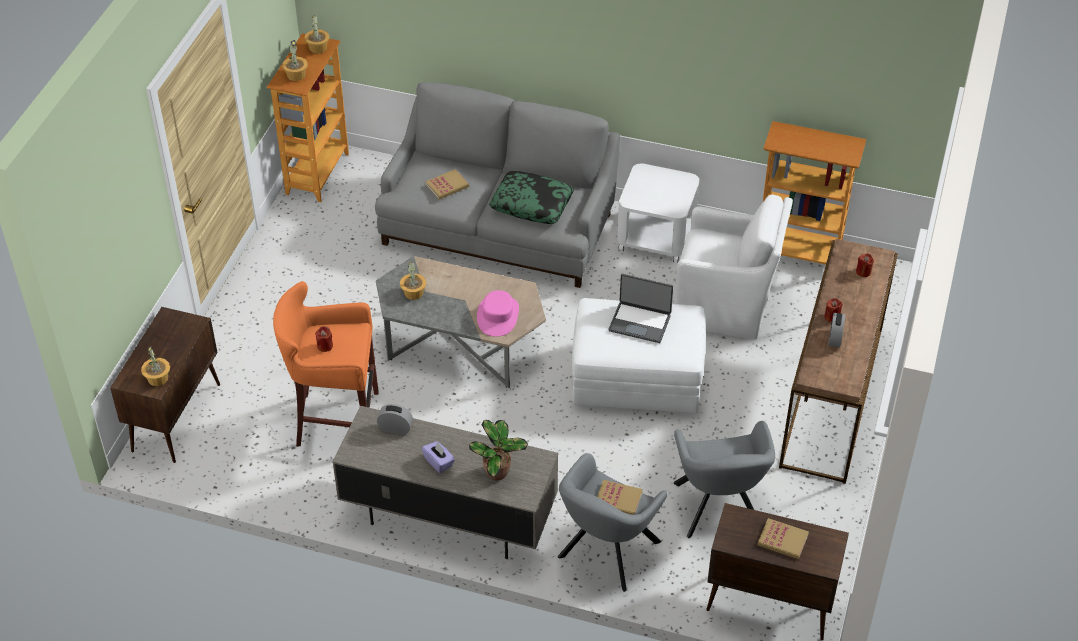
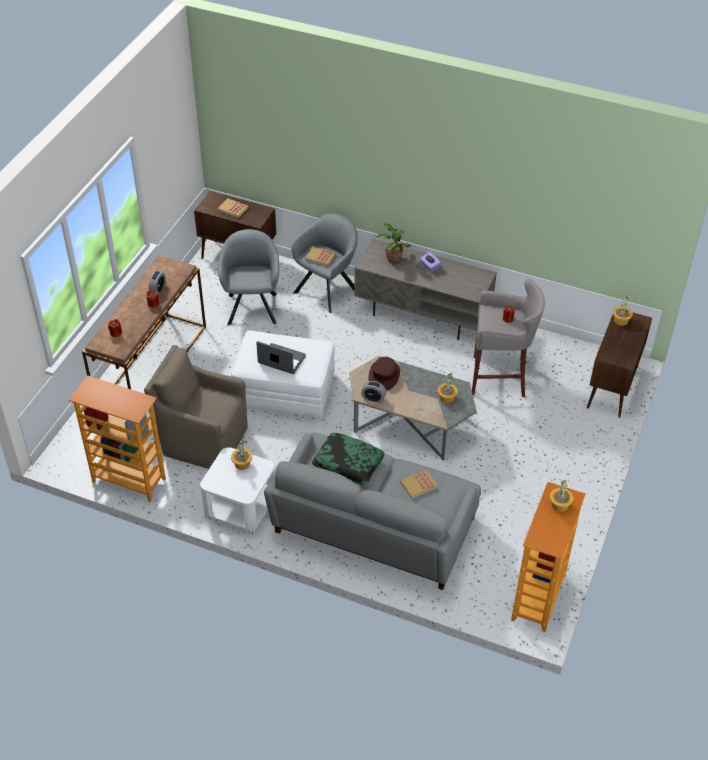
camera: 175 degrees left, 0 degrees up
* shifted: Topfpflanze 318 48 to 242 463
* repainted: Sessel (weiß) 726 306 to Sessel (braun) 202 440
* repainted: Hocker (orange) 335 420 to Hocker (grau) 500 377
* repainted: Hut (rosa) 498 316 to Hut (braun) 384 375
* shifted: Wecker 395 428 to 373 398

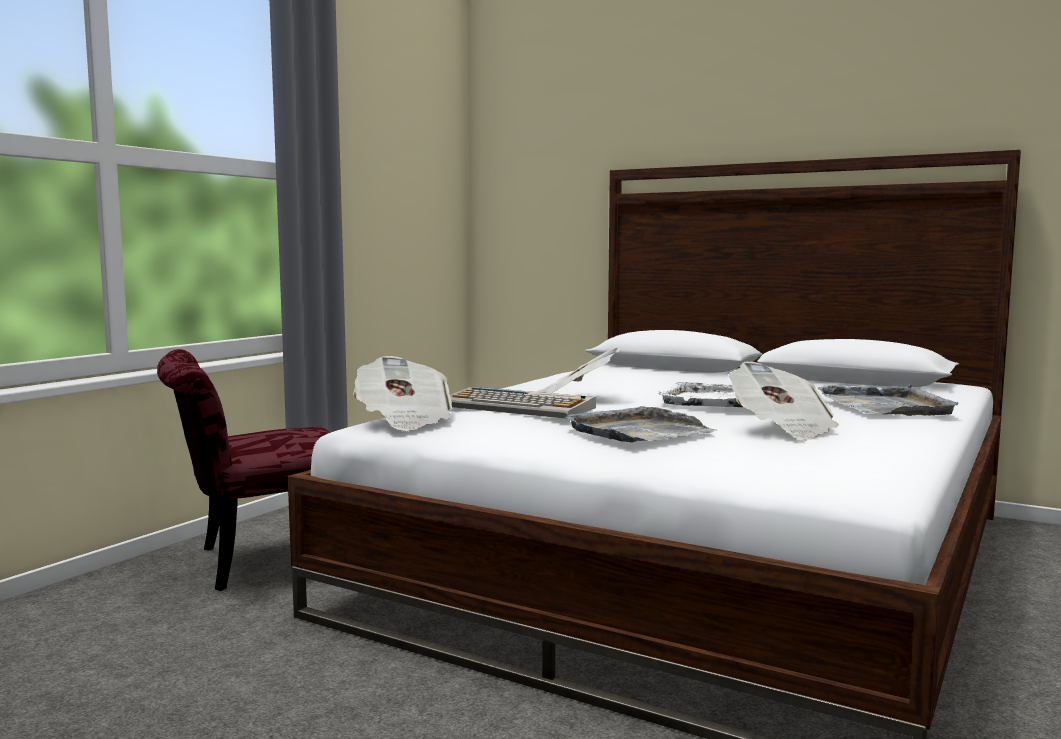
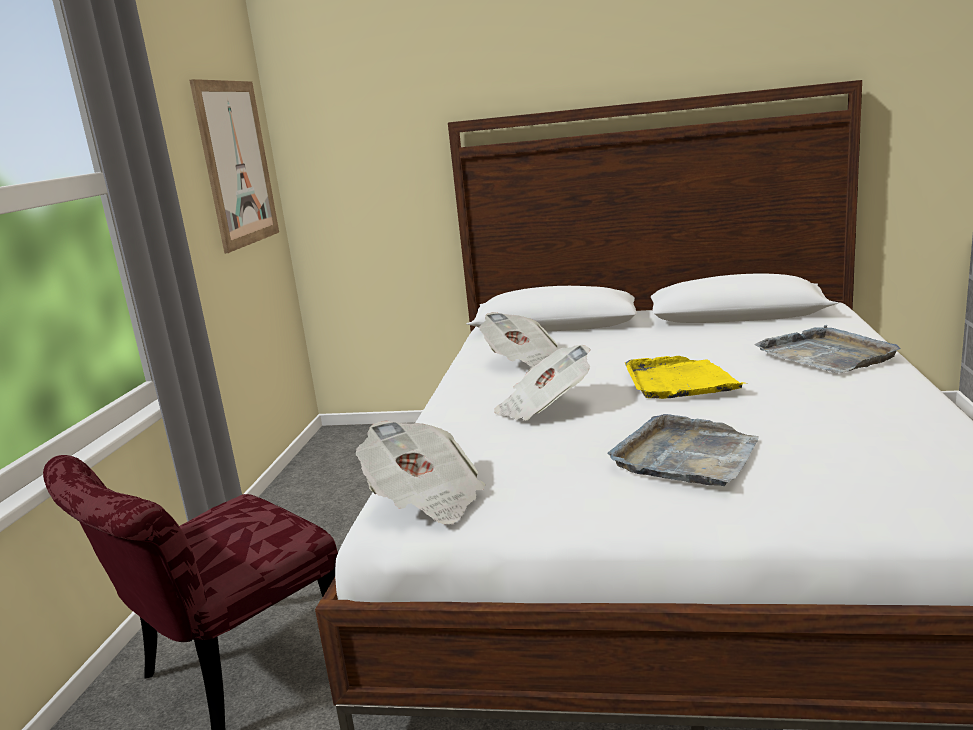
camera: 20 degrees left, 10 degrees up
* shifted: Zeitung 781 429 to 523 361
* repainted: Tablett (weiß) 713 401 to Tablett (gelb) 679 382
* gone: Tastatur 518 406
* new: Bild 237 164

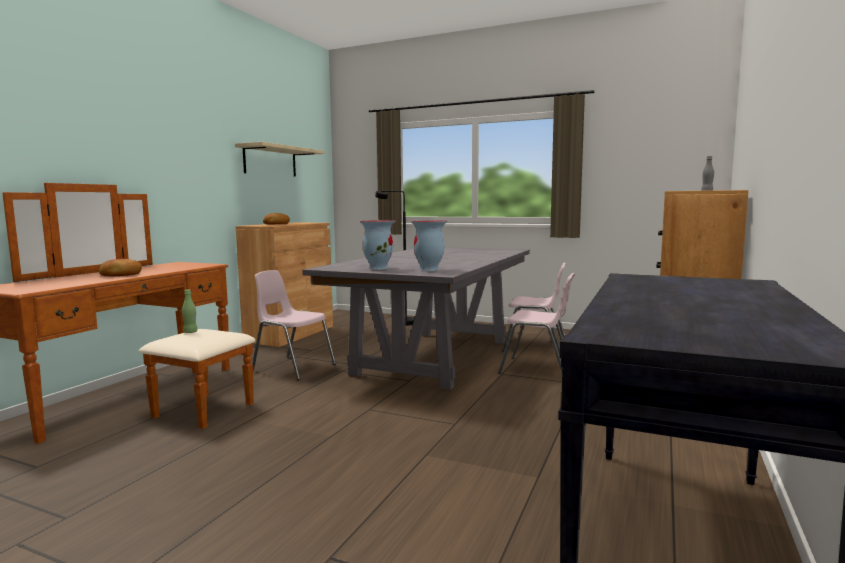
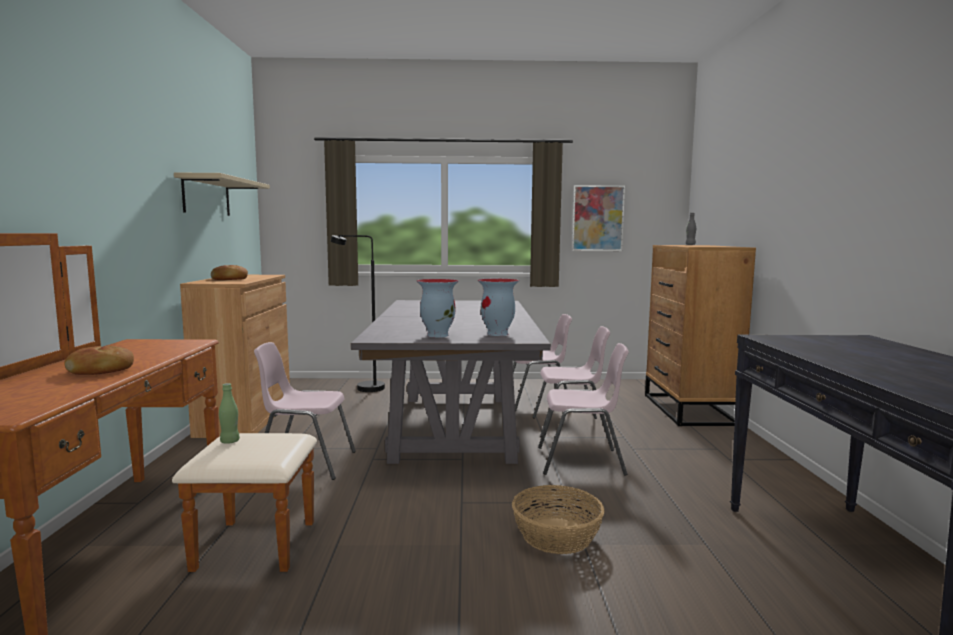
camera: 25 degrees left, 0 degrees up
* new: Bild 597 218
* new: Stuhl (rosa) 582 461
* new: Korb 557 536

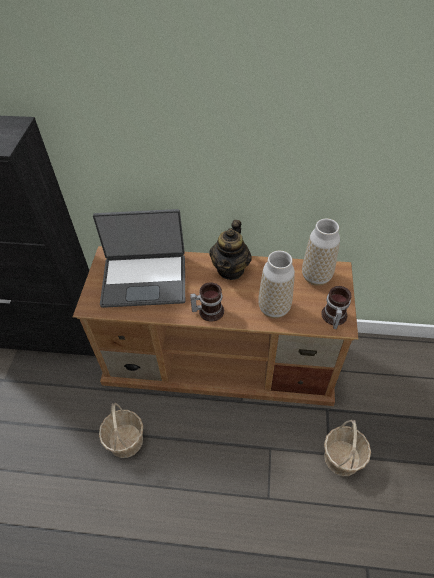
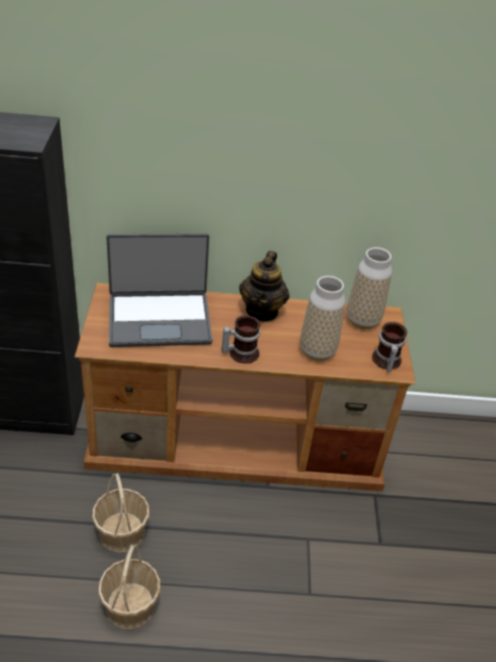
camera: 10 degrees left, 10 degrees down
* shifted: Korb 342 457 to 130 605

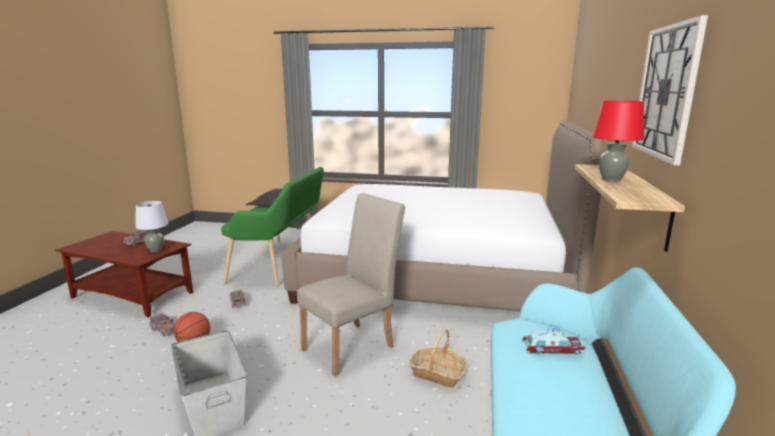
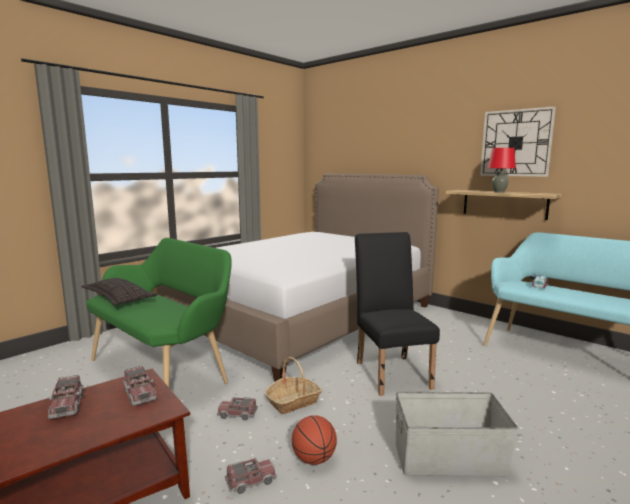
camera: 60 degrees left, 5 degrees down
* repainted: Stuhl (beige) 353 345 to Stuhl (schwarz) 391 371
* swapped: Tischlampe (grau) 156 250 to Spielzeuglaster 139 394
* shifted: Korb 437 374 to 293 401

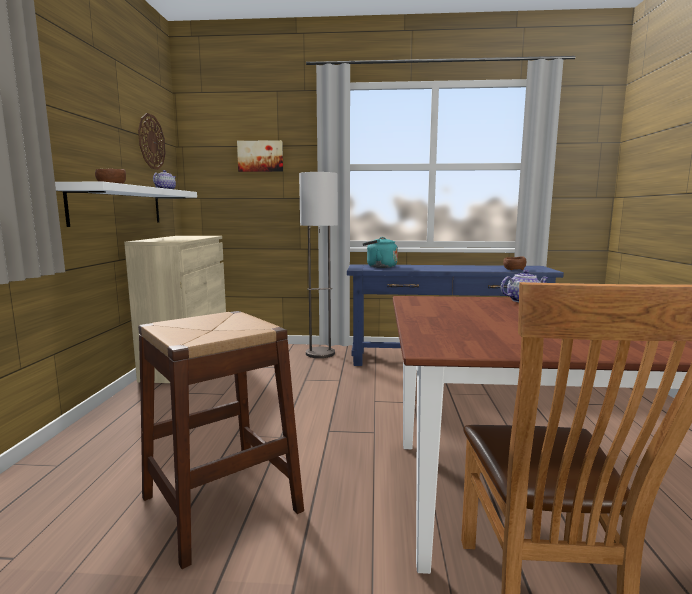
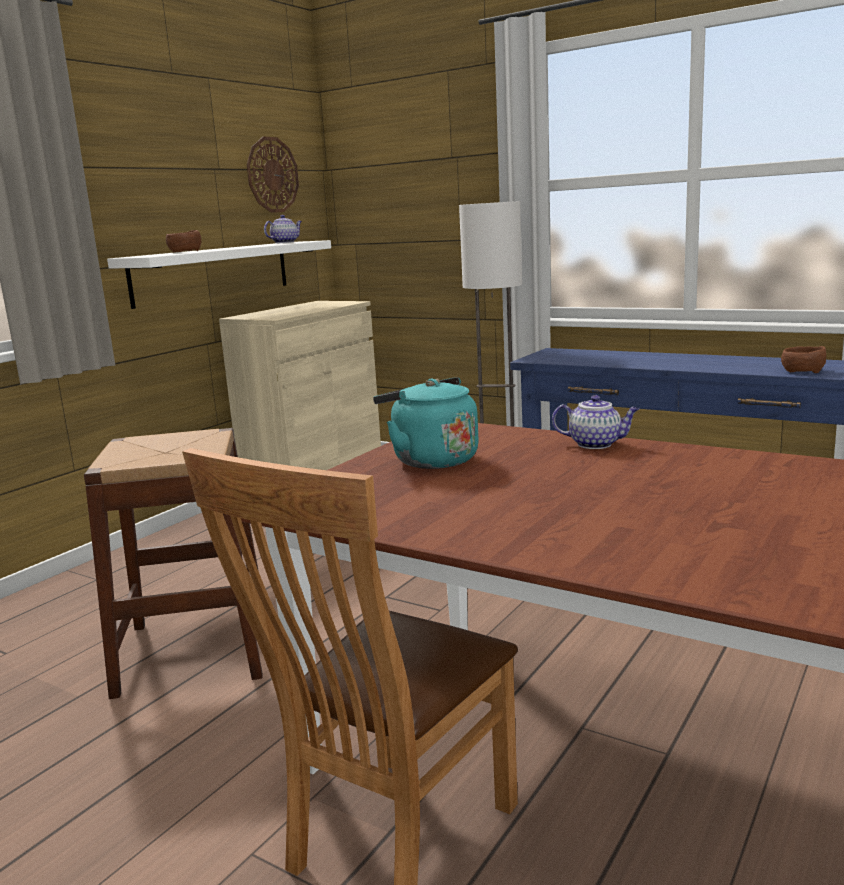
camera: 30 degrees right, 5 degrees up
* gone: Bild 260 156
* shifted: Wasserkessel (türkis) 379 267 to 430 460

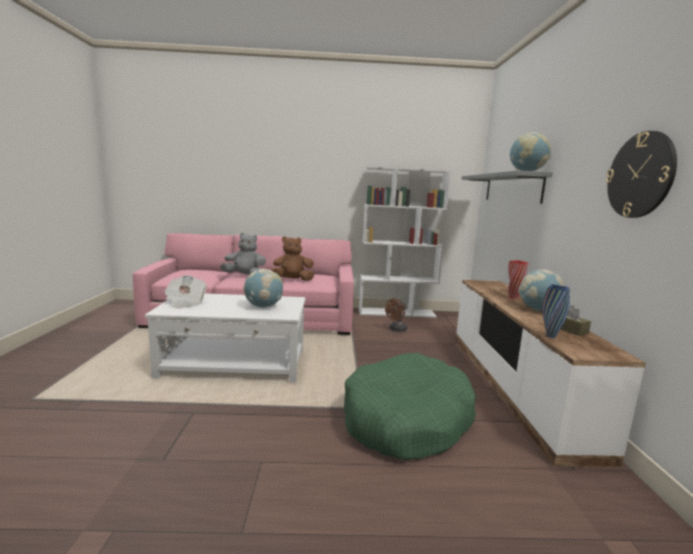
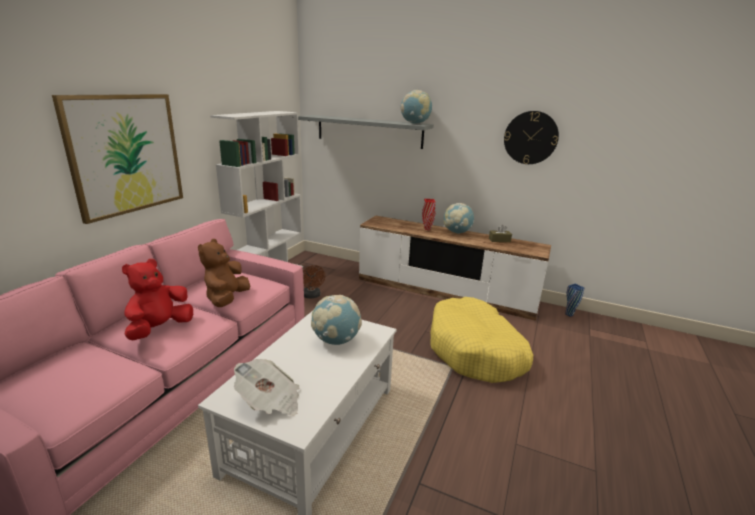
camera: 65 degrees left, 10 degrees up
* repainted: Plüschtier (grau) 245 276 to Plüschtier (rot) 160 329
* shifted: Vase (blau) 550 336 to 569 314
* repainted: Hundebett (grün) 406 420 to Hundebett (gelb) 475 351
* new: Bild 126 154

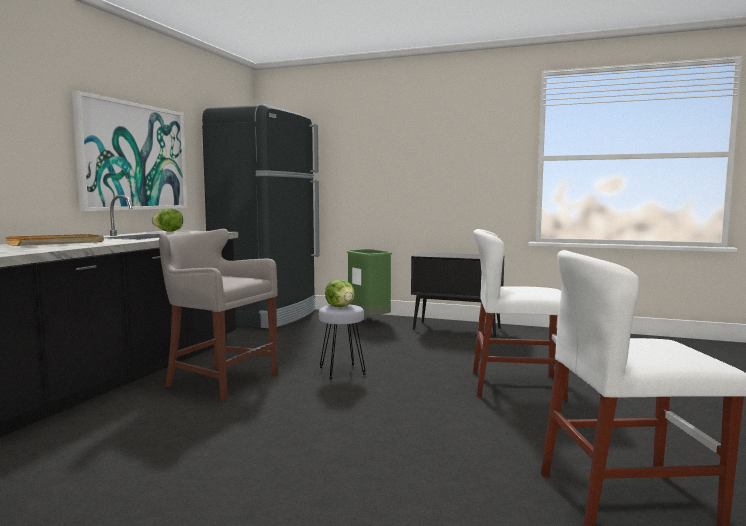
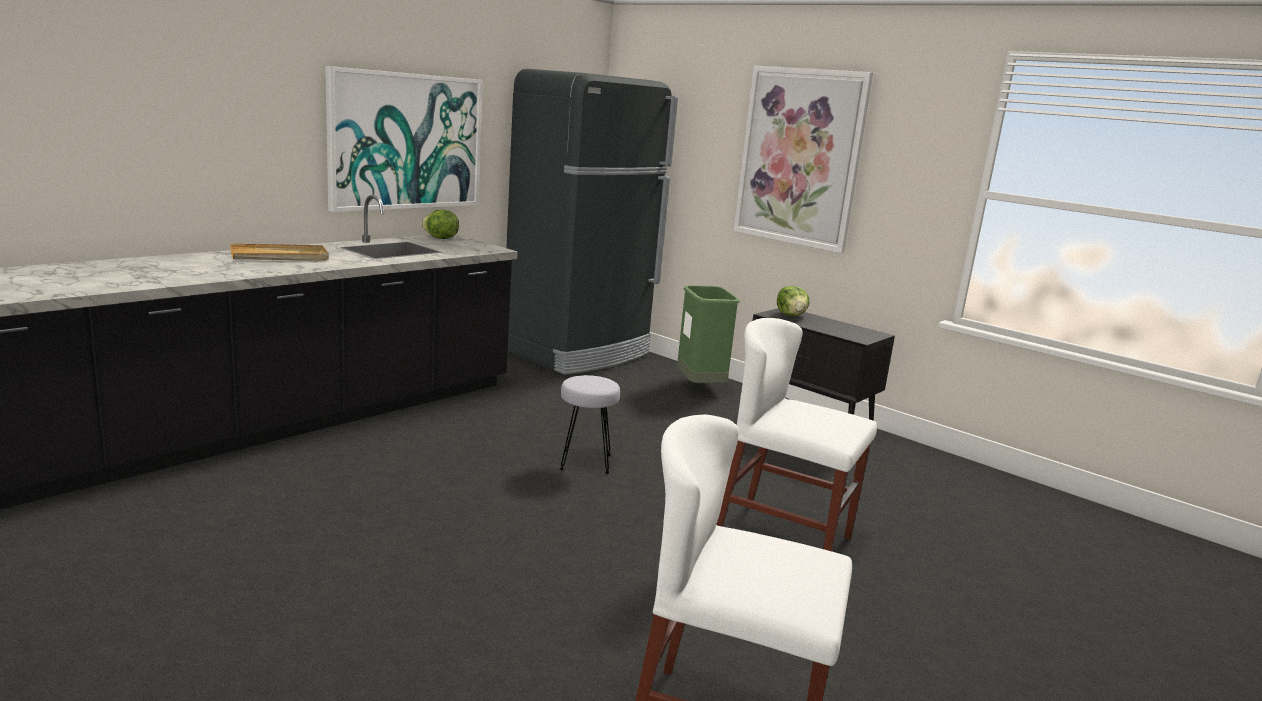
camera: 20 degrees right, 10 degrees up
* gone: Hocker (grau) 219 380
* shifted: Salatkopf 340 306 to 791 315
* new: Bild 800 157

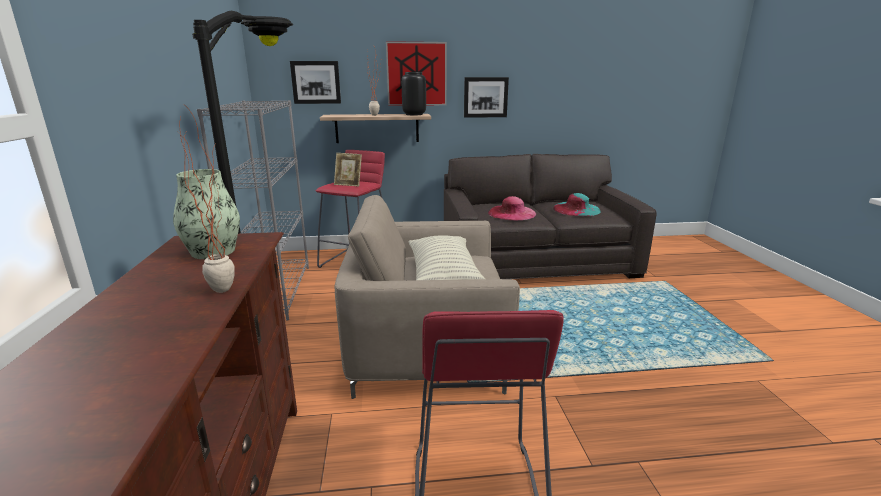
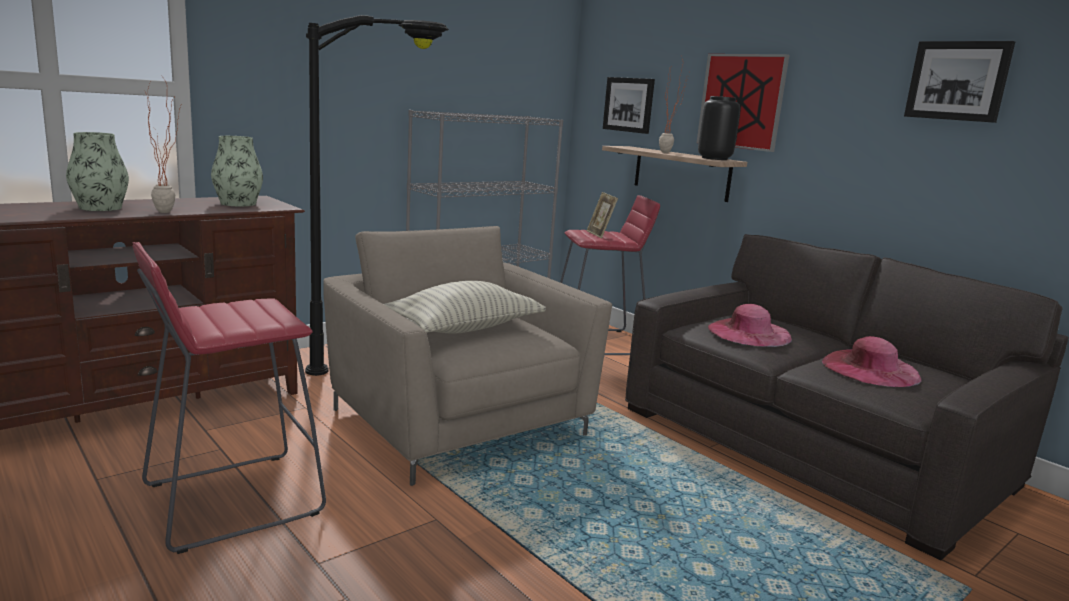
camera: 55 degrees right, 5 degrees down
* shifted: Bild 485 97 to 957 81
* repainted: Hut (türkis) 576 209 to Hut (rosa) 870 369
* new: Vase 100 208

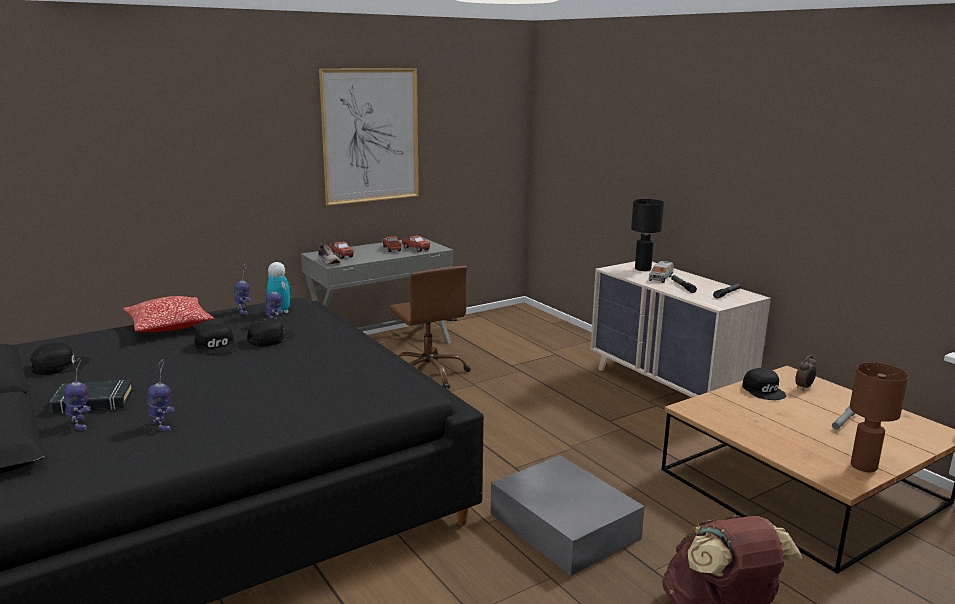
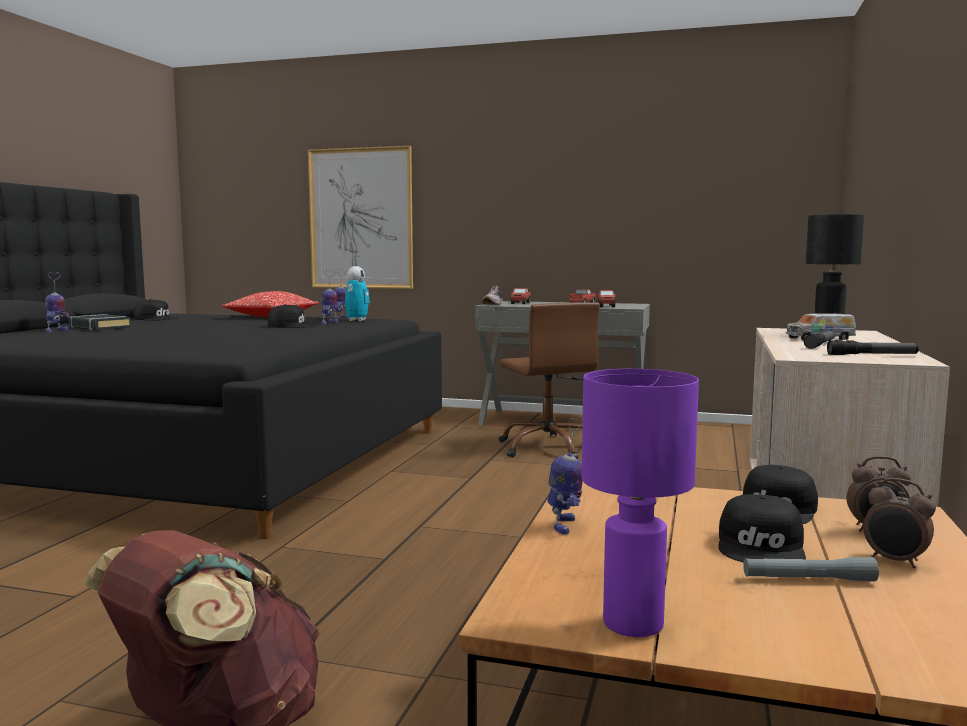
camera: 50 degrees right, 10 degrees down
* shifted: Bild 370 136 to 361 218
* rotated: Bürostuhl (braun) 429 373 = 548 447 45 degrees counterclockwise
* shifted: Kappe (schwarz) 217 346 to 762 546
* shifted: Spielzeugroboter 162 425 to 564 526
* repainted: Tischlampe (braun) 863 466 to Tischlampe (lila) 634 624
* gone: Aufbewahrungsbox (grau) 563 525
* new: Wecker 895 561

